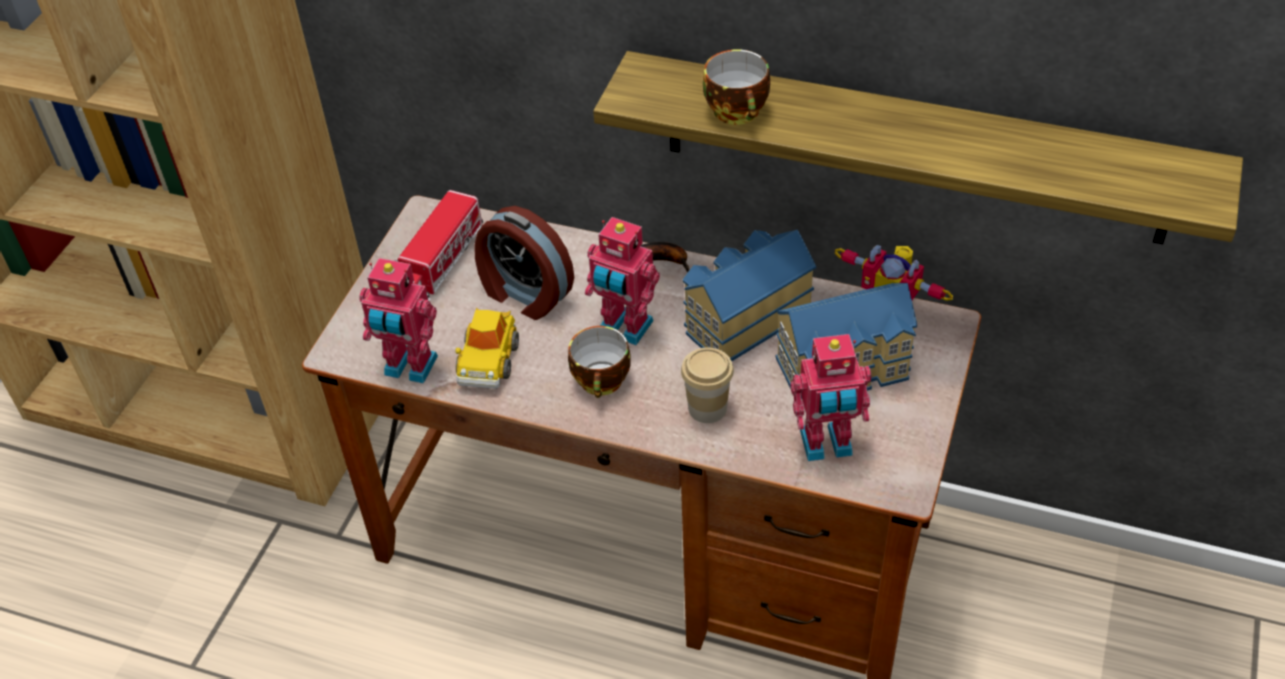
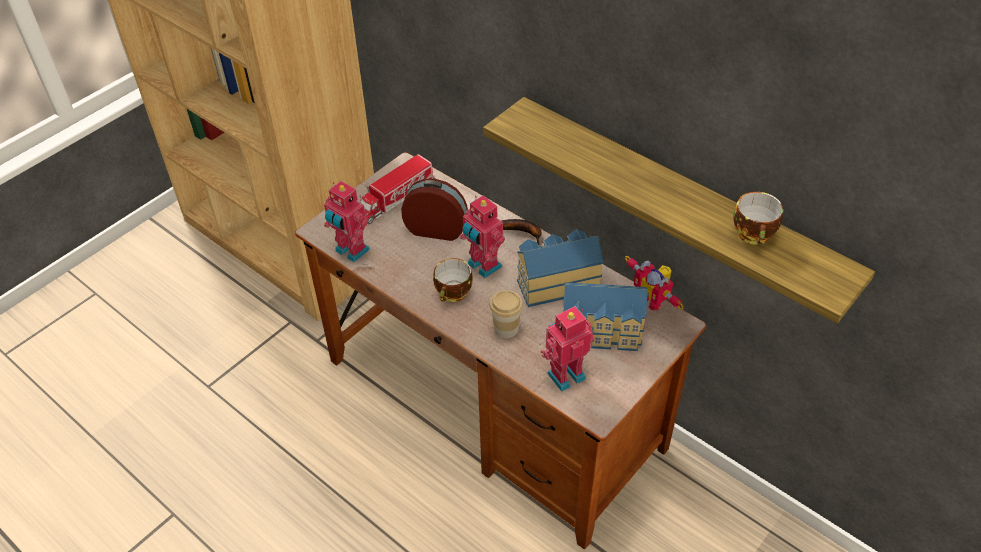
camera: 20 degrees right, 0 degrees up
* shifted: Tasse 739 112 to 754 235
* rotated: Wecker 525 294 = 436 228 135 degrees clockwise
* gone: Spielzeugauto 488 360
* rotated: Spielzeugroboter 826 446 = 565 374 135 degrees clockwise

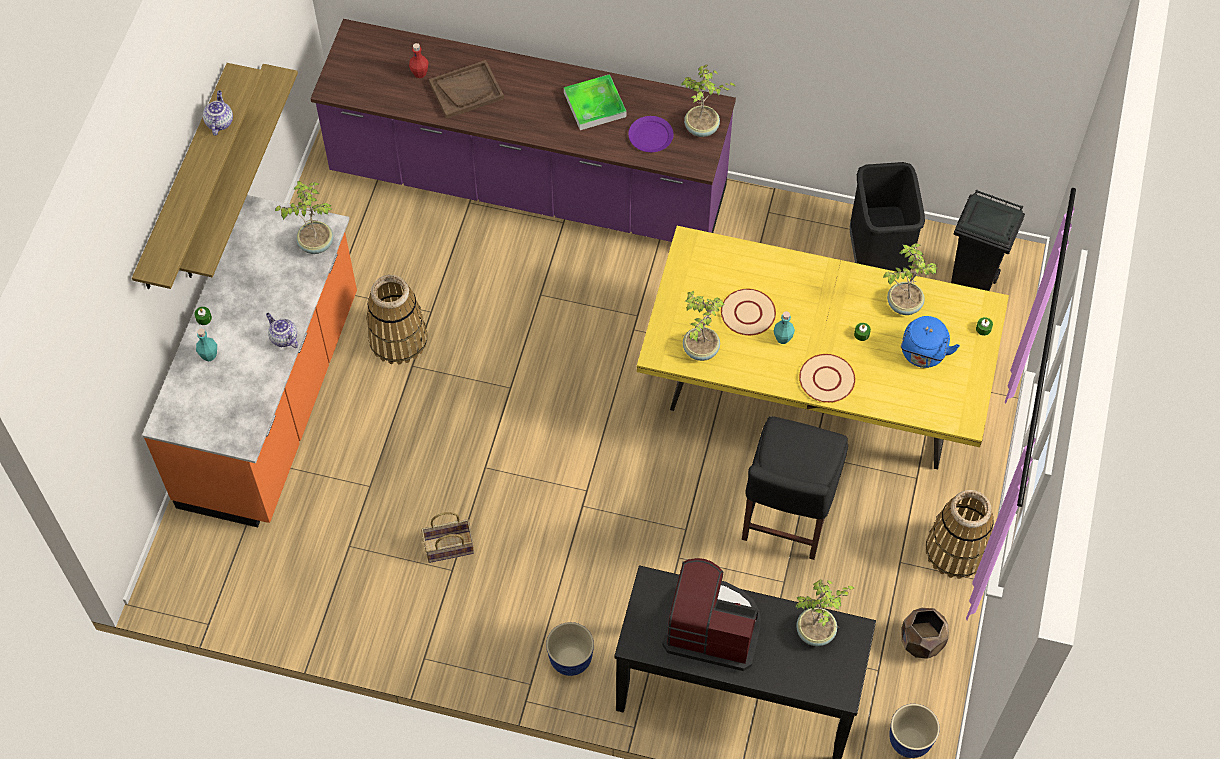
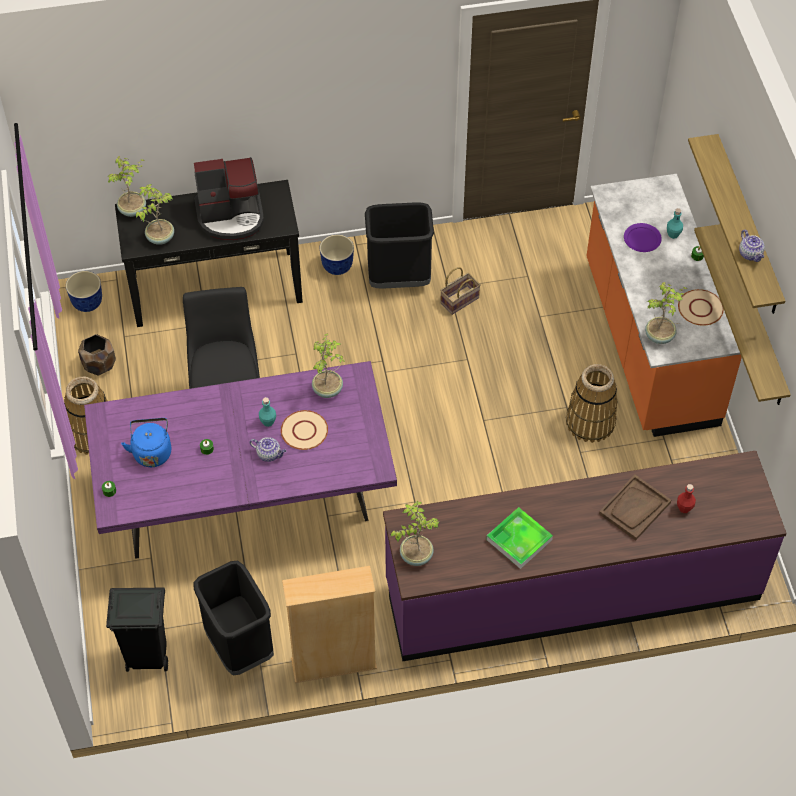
camera: 155 degrees right, 5 degrees down
* shifted: Teller (lila) 650 135 to 642 239
* repainted: Esstisch (gelb) 811 398 to Esstisch (lila) 247 503
* shifted: Topfpflanze 903 304 to 133 210
* shifted: Teekanne 283 338 to 269 454
* shifted: Teller (beige) 826 379 to 700 308
* new: Mülleimer (schwarz) 399 278
* new: Bücherregal (beige) 334 664

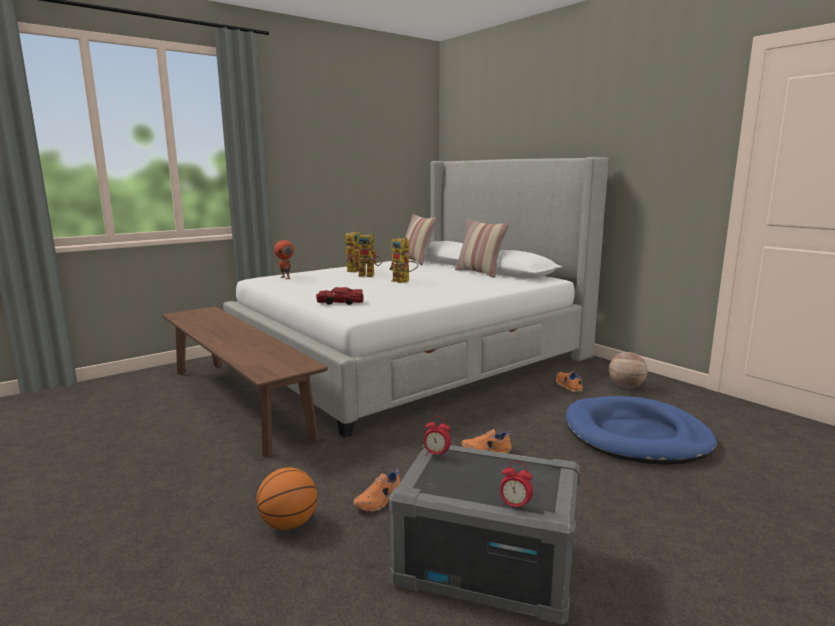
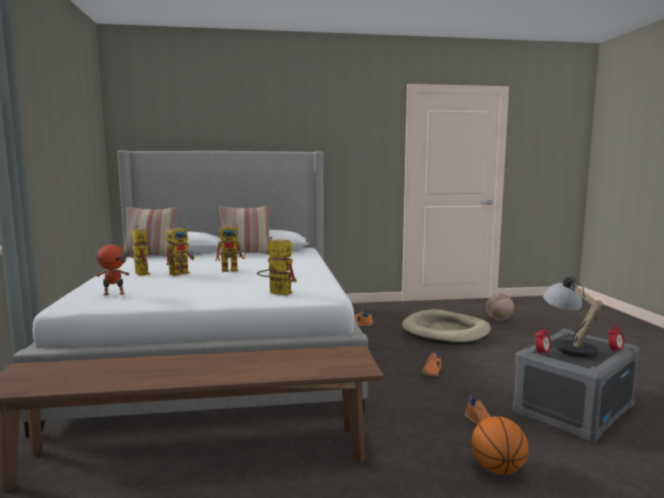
camera: 60 degrees left, 5 degrees down
* swapped: Spielzeugauto (rot) 340 302 to Spielzeugroboter 275 293
* shifted: Basketball 626 387 to 499 320
* repainted: Hundebett (blau) 636 436 to Hundebett (beige) 446 332
* new: Tischlampe 569 347

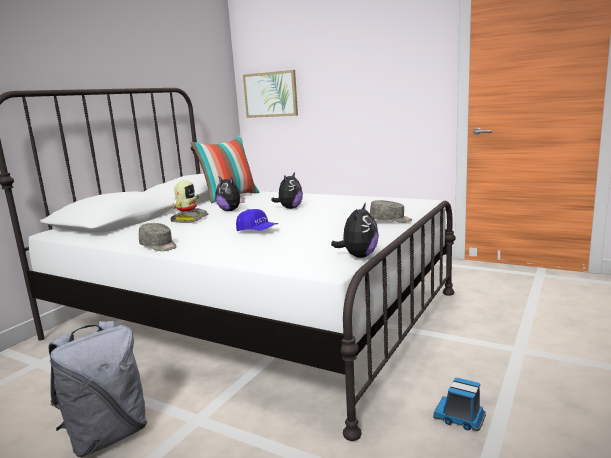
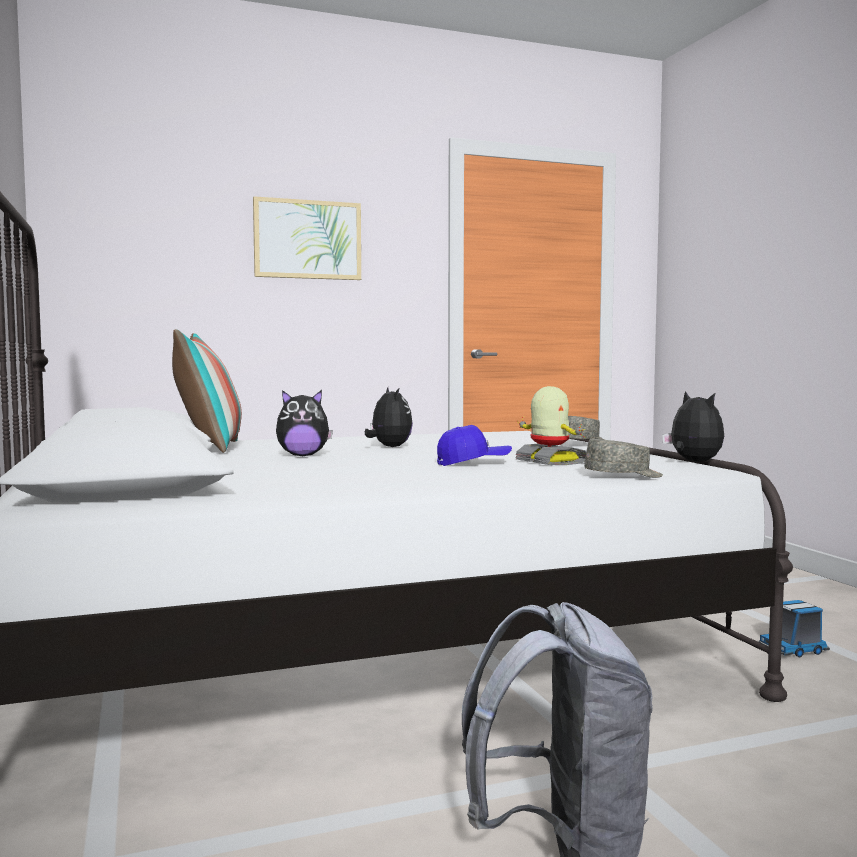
camera: 50 degrees left, 10 degrees down
* shifted: Bild 270 94 to 307 240
* shifted: Spielzeugroboter 189 219 to 550 462
* shifted: Kappe (grau) 159 246 to 623 476

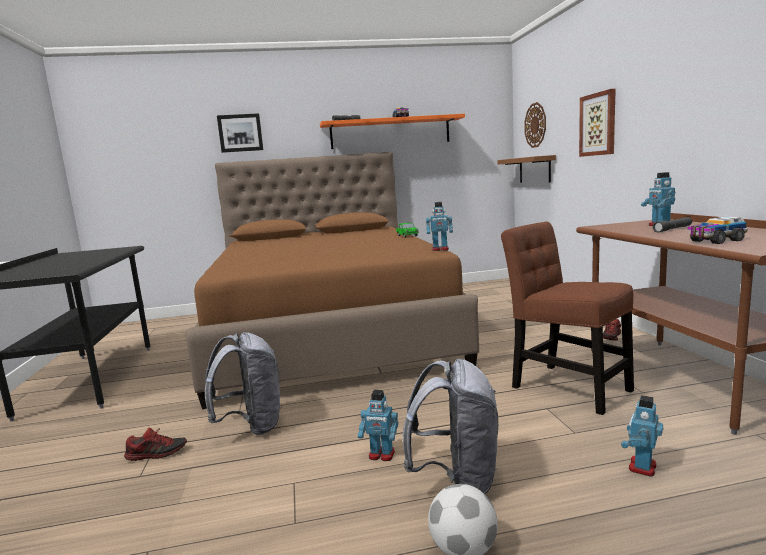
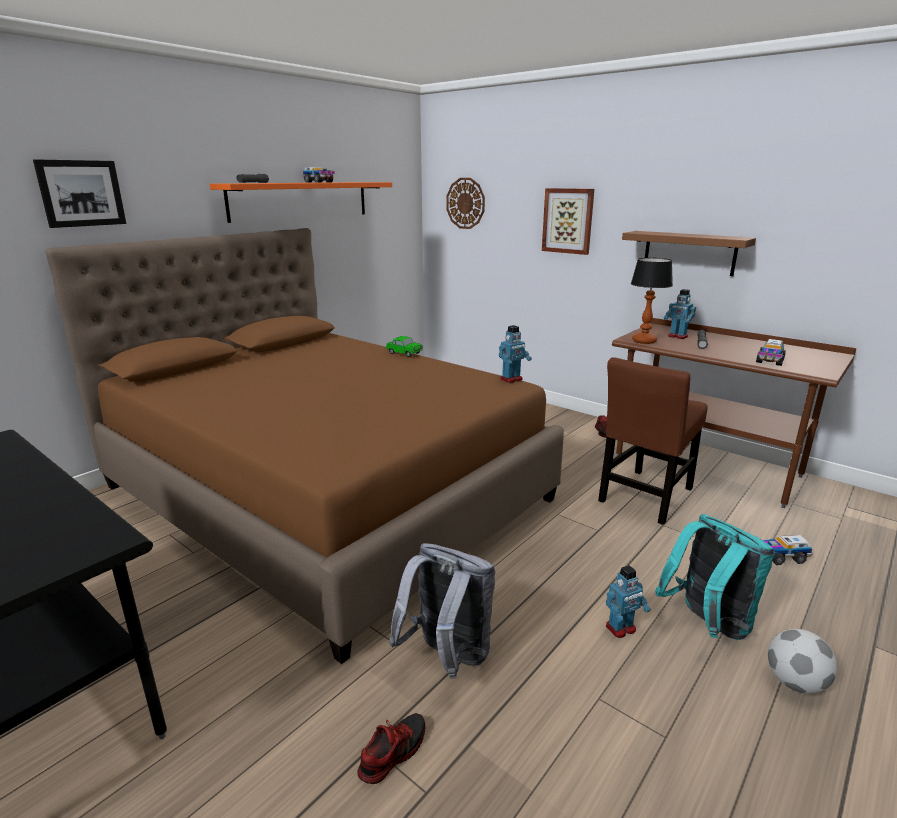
camera: 40 degrees left, 10 degrees up
* shifted: Wandregal (braun) 534 169 to 689 253
* rotated: Stuhl (braun) 565 386 = 644 497 60 degrees counterclockwise
* repainted: Rucksack (grau) 457 480 to Rucksack (türkis) 706 624
* swapped: Spielzeugroboter 641 467 to Spielzeuglaster 780 556
* new: Tischlampe 644 341

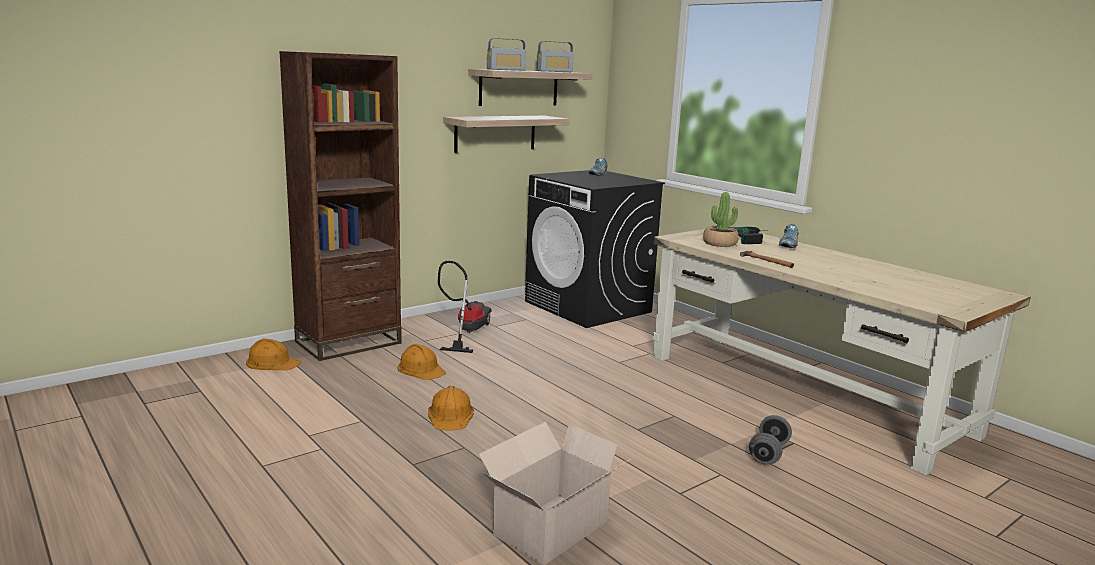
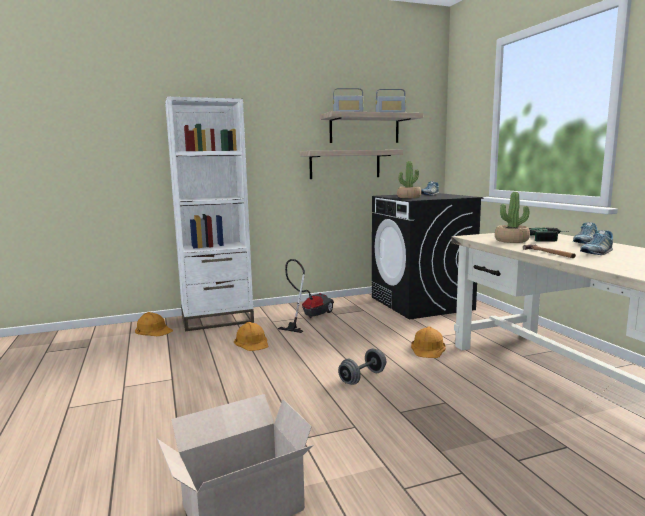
camera: 20 degrees right, 5 degrees down
* repainted: Bücherregal (braun) 348 342 to Bücherregal (weiß) 217 320
* shifted: Schutzhelm (orange) 451 415 to 428 348
* shifted: Hantel (grau) 768 453 to 362 377
* new: Topfpflanze 409 197
* new: Schuh 596 253

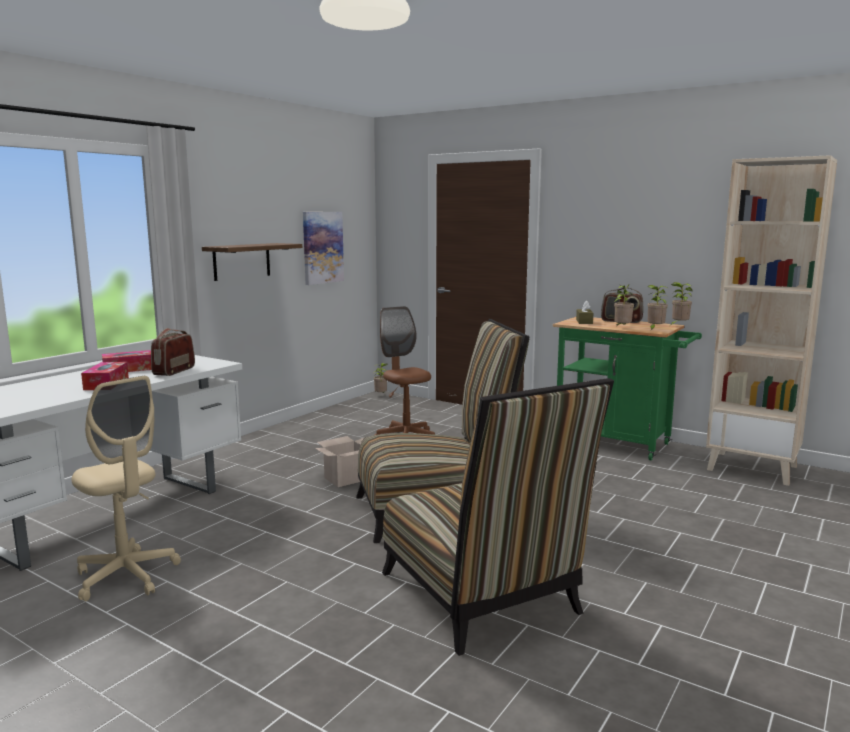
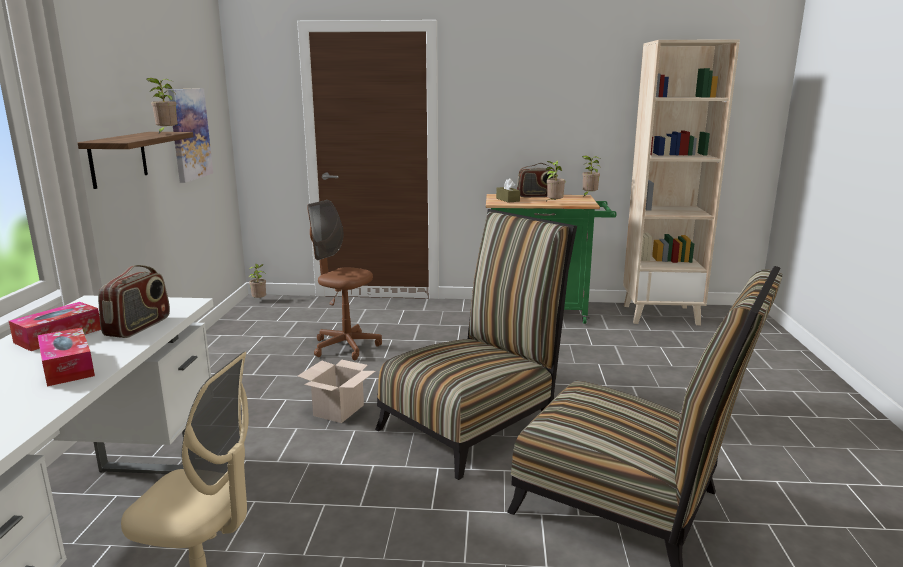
camera: 30 degrees left, 5 degrees up
* shifted: Topfpflanze 654 329 to 166 133
* rotated: Radio 174 371 = 139 327 150 degrees counterclockwise

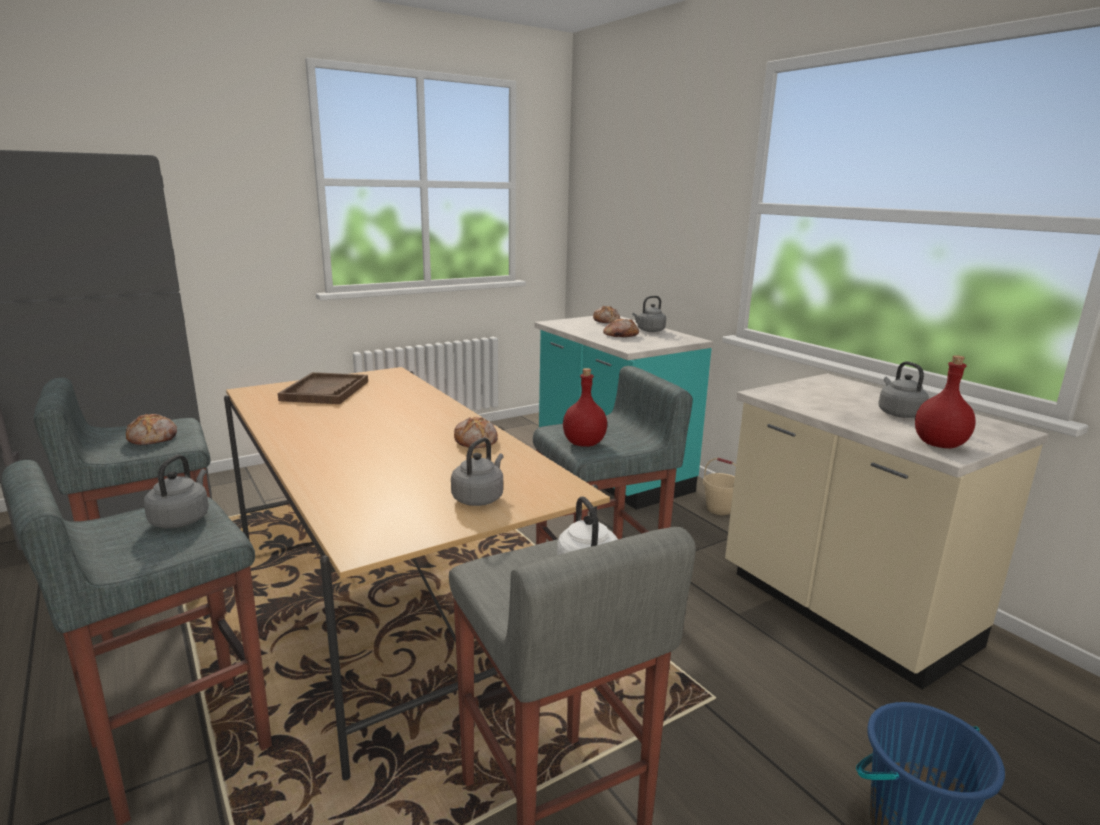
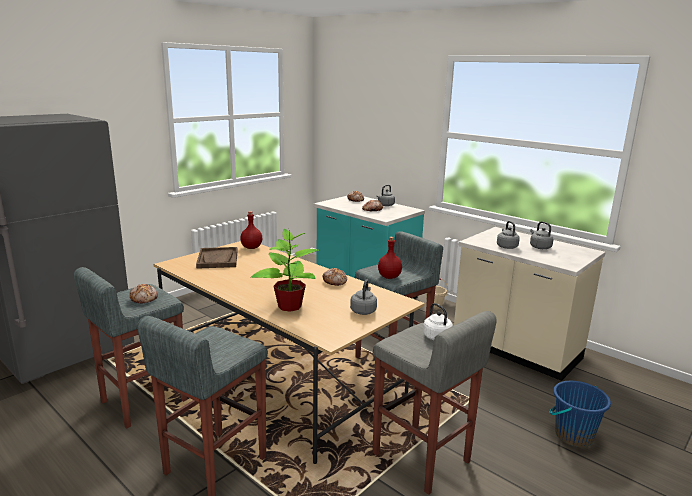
camera: 15 degrees left, 0 degrees up
* shifted: Flasche (rot) 938 444 to 251 247
* shifted: Wasserkessel (grau) 182 519 to 506 246
* new: Topfpflanze 289 306

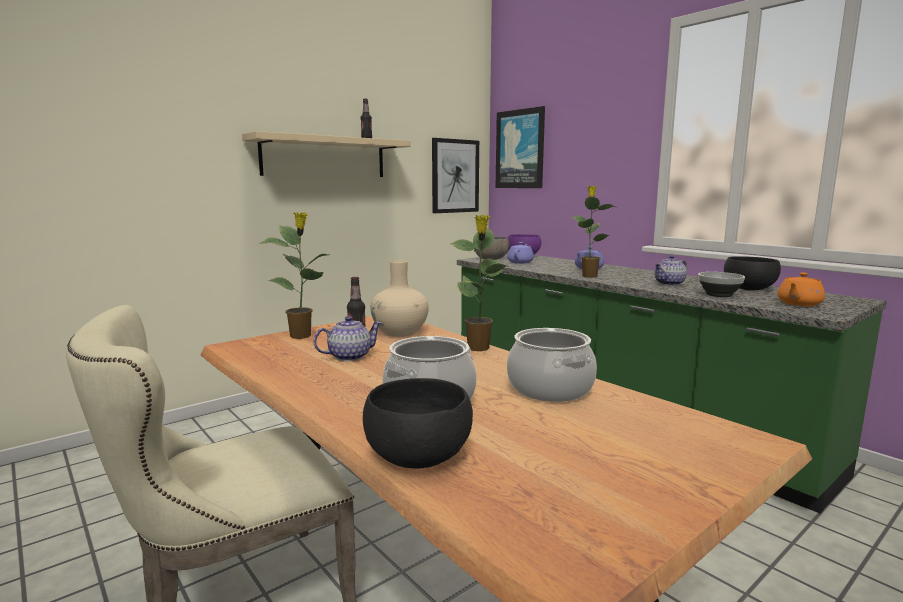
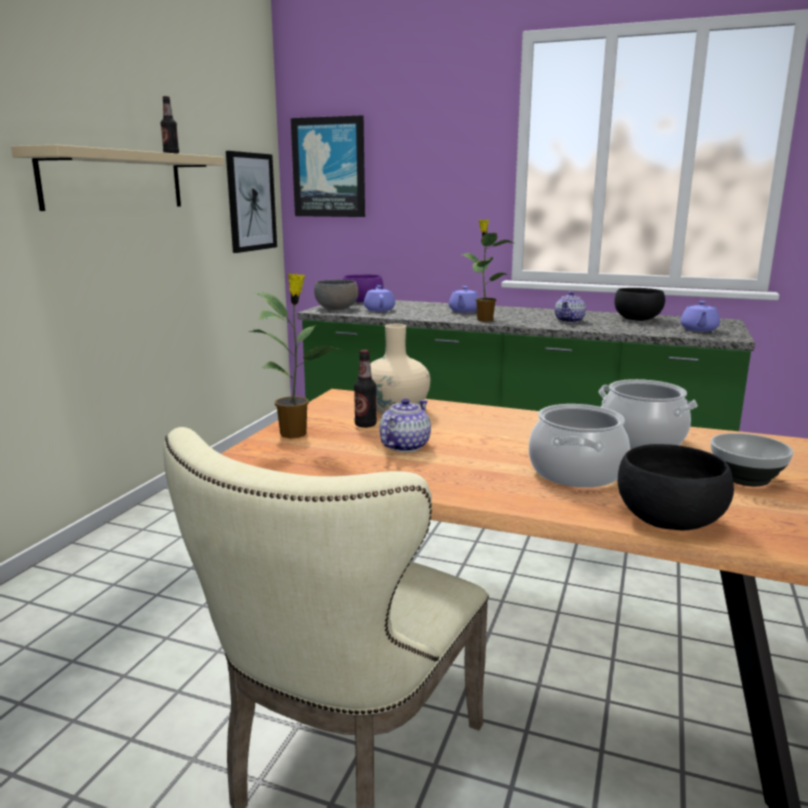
camera: 30 degrees left, 5 degrees up
* gone: Topfpflanze 479 348
* shifted: Schüssel 719 295 to 746 478
* repainted: Teekanne (orange) 798 304 to Teekanne (lila) 698 330

